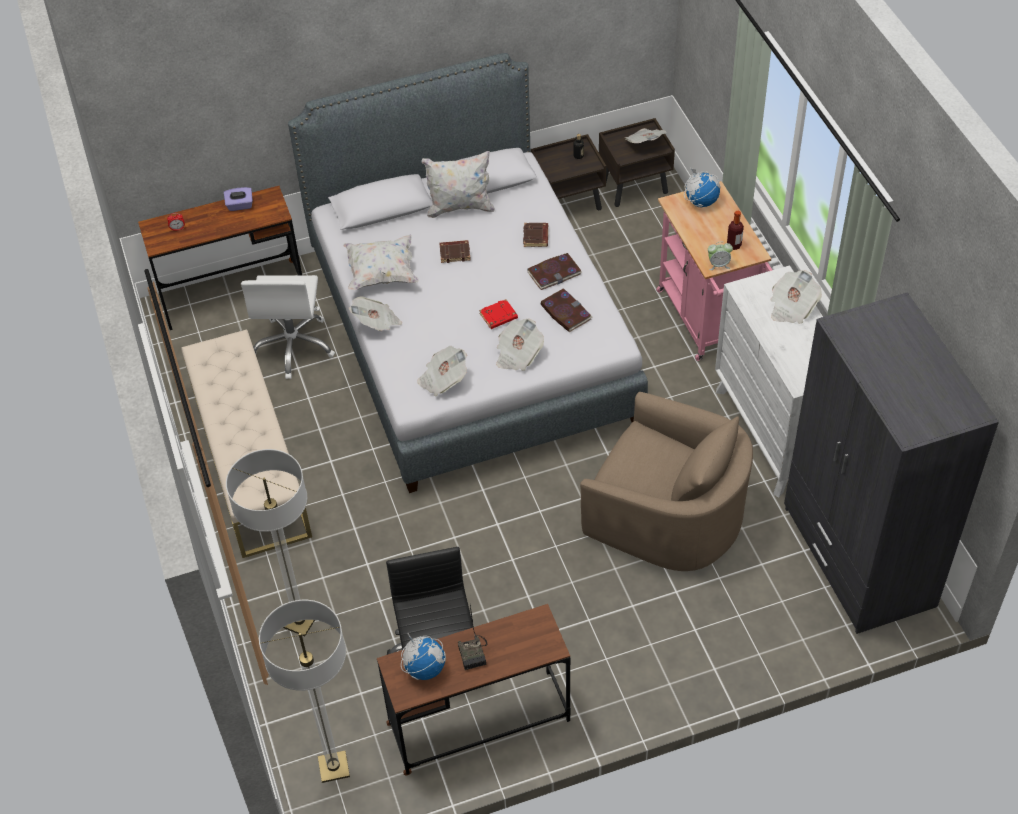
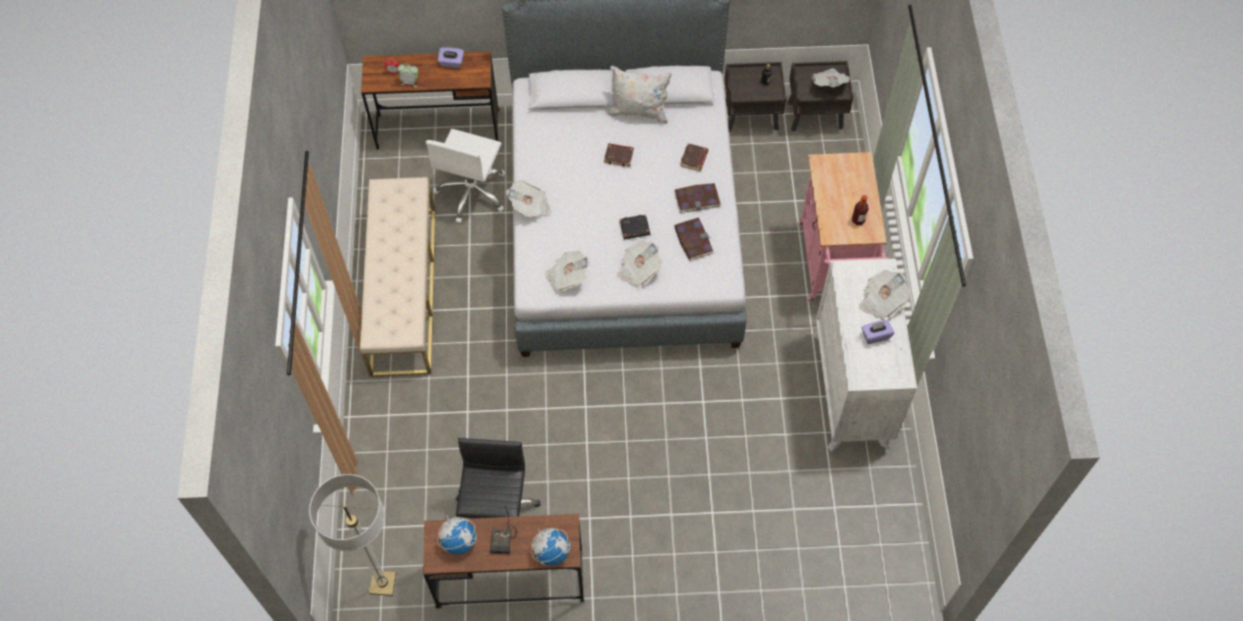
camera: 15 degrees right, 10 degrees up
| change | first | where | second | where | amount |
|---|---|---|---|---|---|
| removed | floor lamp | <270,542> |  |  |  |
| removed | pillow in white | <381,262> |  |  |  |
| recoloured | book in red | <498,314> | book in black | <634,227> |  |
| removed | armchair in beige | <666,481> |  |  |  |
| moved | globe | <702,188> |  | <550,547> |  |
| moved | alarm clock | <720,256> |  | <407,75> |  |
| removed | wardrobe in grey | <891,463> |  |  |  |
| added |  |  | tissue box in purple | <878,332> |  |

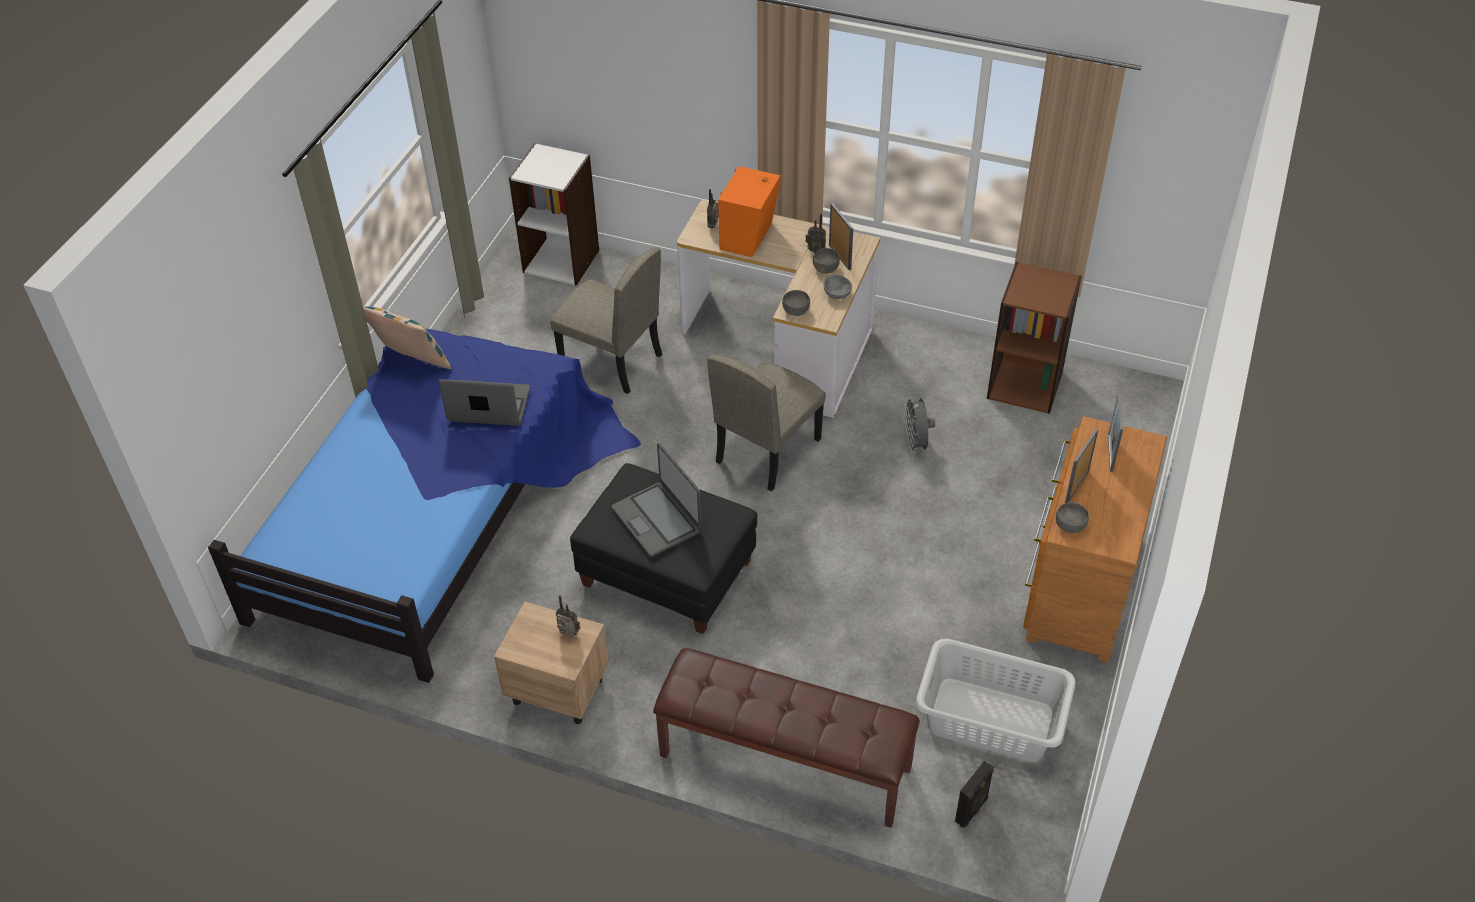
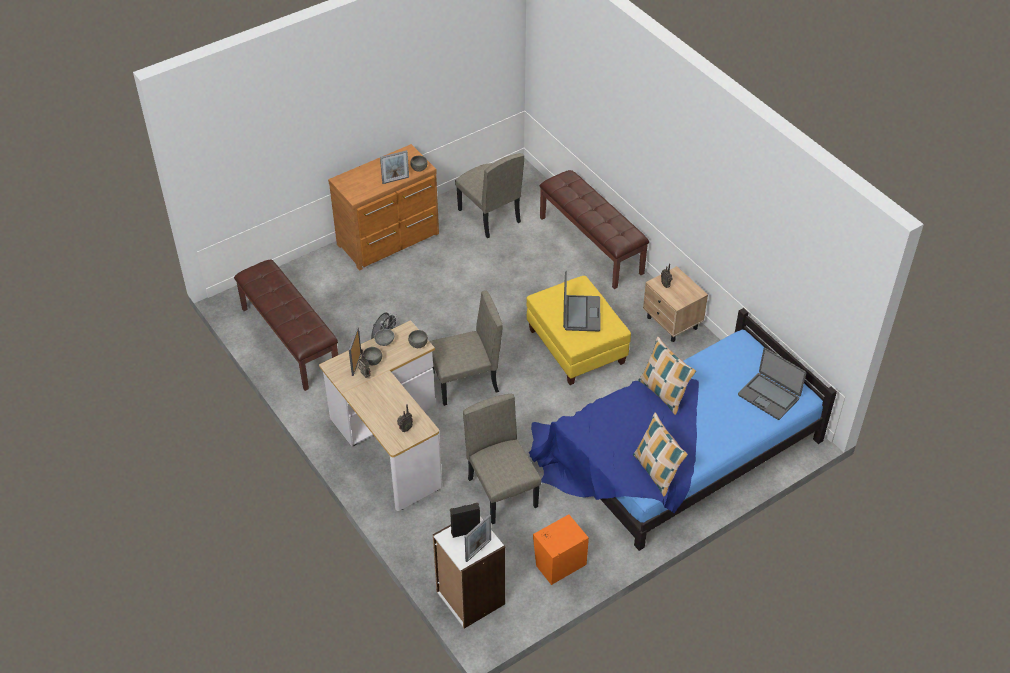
camera: 145 degrees left, 0 degrees up
| change | first | where | second | where | amount |
|---|---|---|---|---|---|
| moved | laptop | <484,402> |  | <772,384> |  |
| recoloured | ottoman in black | <663,548> | ottoman in yellow | <579,330> |  |
| moved | speaker in orange | <749,211> |  | <561,549> |  |
| replaced | laundry basket in grey | <995,700> | chair in beige | <489,195> |  |
| moved | speaker in black | <974,794> |  | <465,520> |  |
| replaced | bookcase in brown | <1034,338> | bench in brown | <286,325> |  |
| moved | picture frame | <1115,432> |  | <478,538> |  |
| added |  |  | pillow | <667,376> |  |

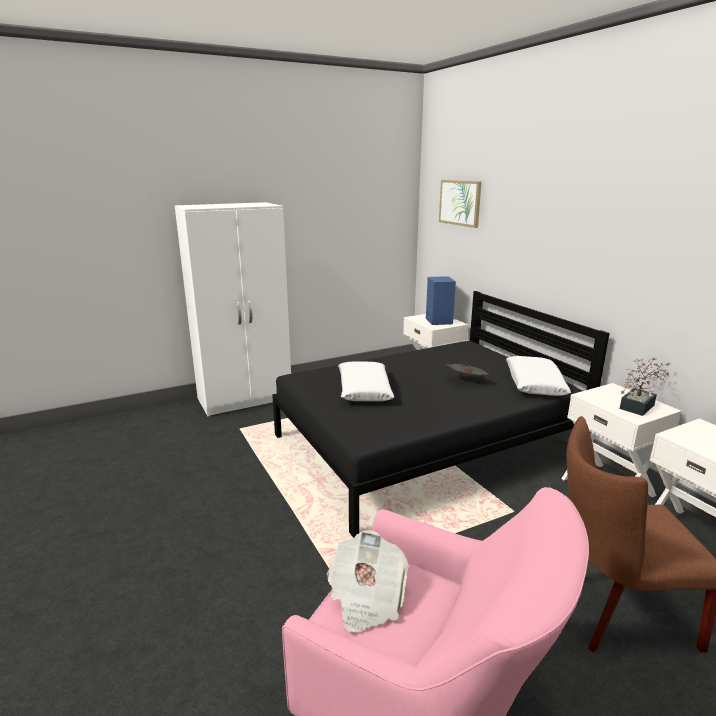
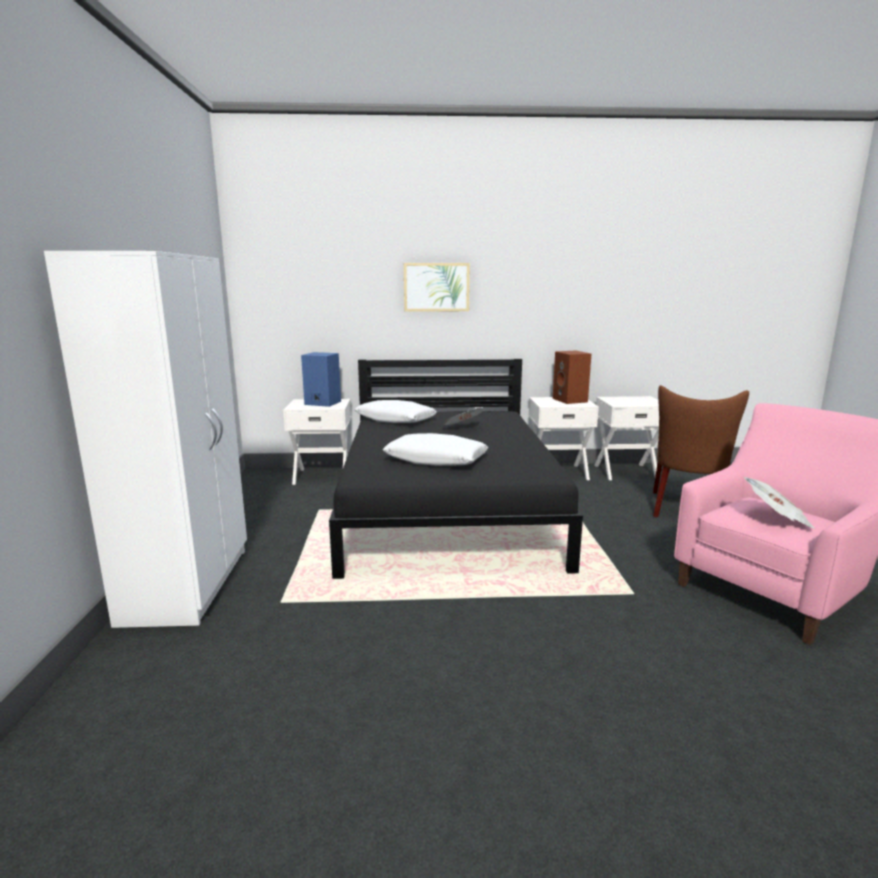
camera: 65 degrees left, 5 degrees down
| change | first | where | second | where | amount |
|---|---|---|---|---|---|
| moved | picture | <460,204> |  | <437,287> |  |
| moved | pillow in white | <538,376> |  | <396,411> |  |
| replaced | potted plant | <645,386> | speaker in brown | <572,377> |  |

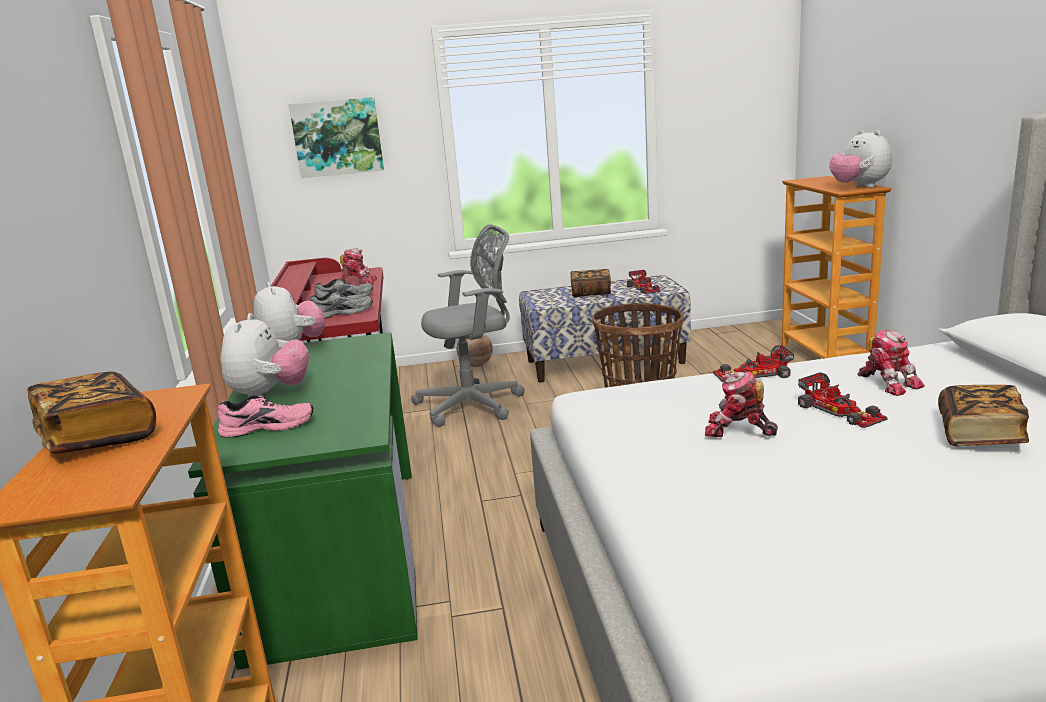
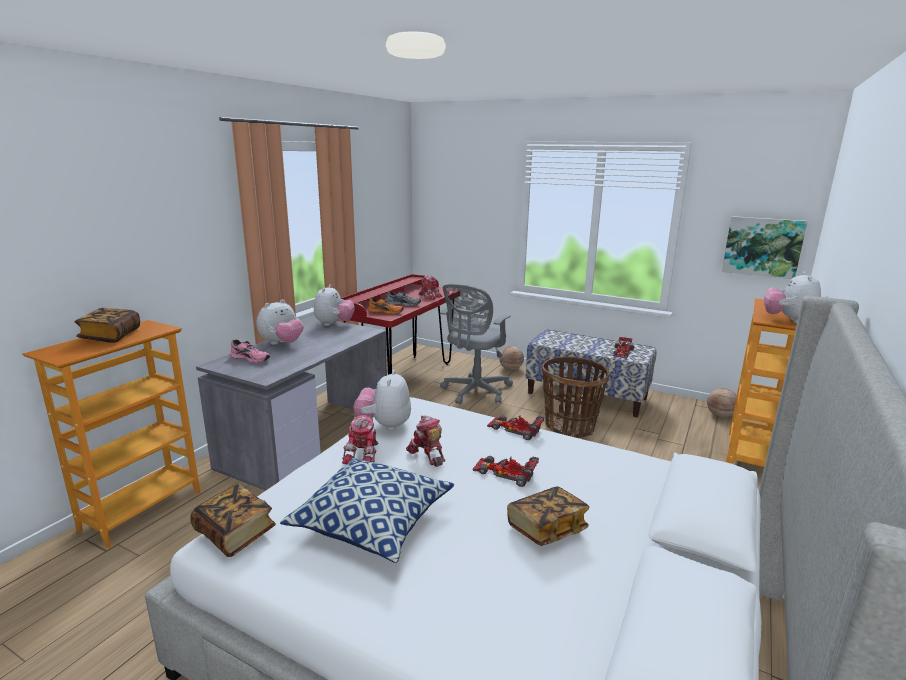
camera: 35 degrees right, 0 degrees up
| change | first | where | second | where | amount |
|---|---|---|---|---|---|
| recoloured | desk in green | <303,501> | desk in grey | <291,406> |  |
| moved | picture | <336,137> |  | <764,247> |  |
| recoloured | shoe in grey | <341,305> | shoe in orange | <386,306> |  |
| turned | office chair in grey | <468,325> |  | <476,344> | 105 degrees clockwise |
| moved | book | <591,283> |  | <233,520> |  |
| turned | toy car | <843,400> |  | <505,471> | 105 degrees clockwise |
| moved | toy robot | <891,363> |  | <360,439> |  |
| added |  |  | pillow | <367,510> |  |
| added |  |  | plush toy | <382,400> |  |
| added |  |  | basketball | <722,403> |  |

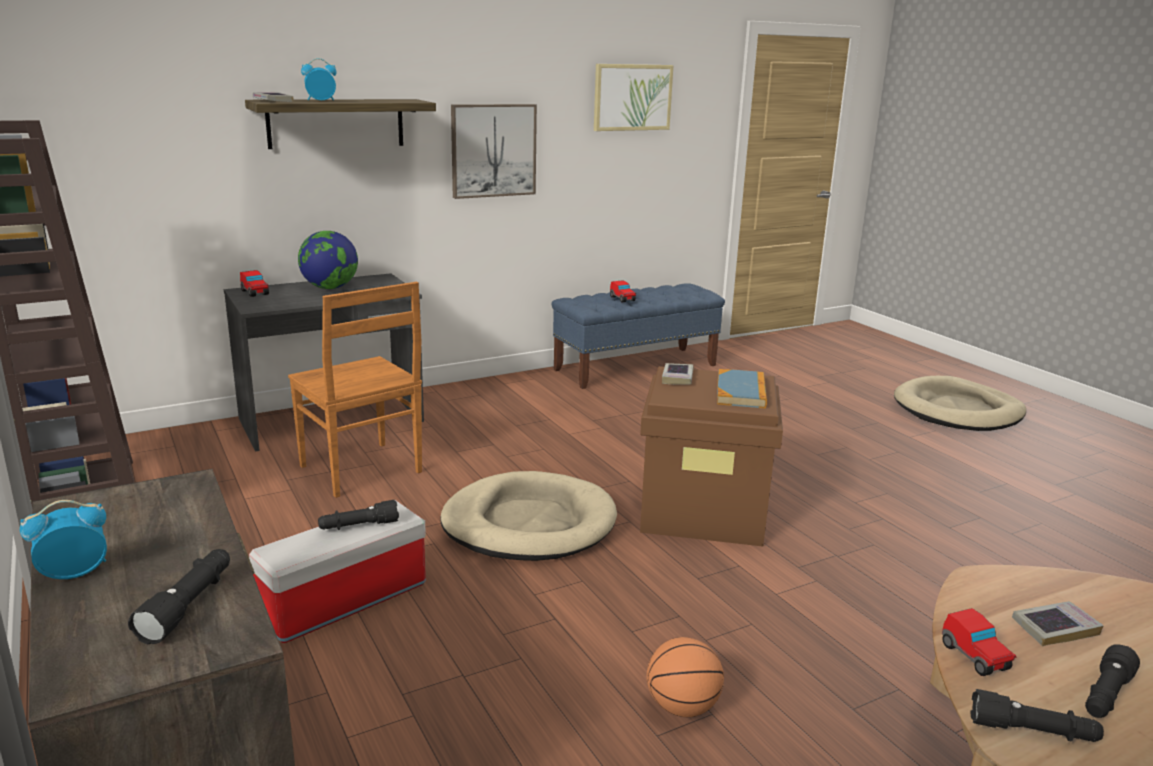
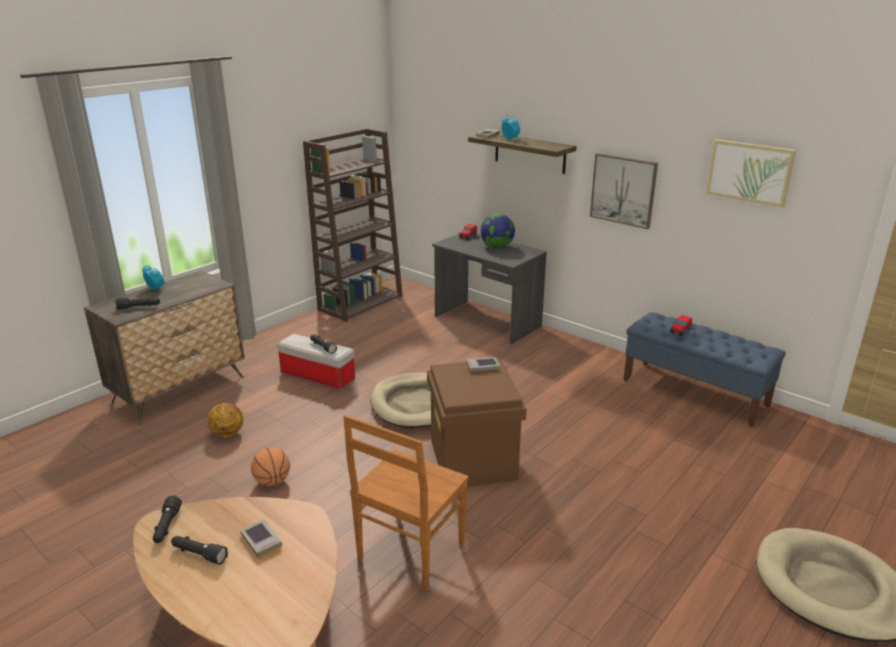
camera: 70 degrees right, 5 degrees up
| change | first | where | second | where | amount |
|---|---|---|---|---|---|
| moved | chair in brown | <355,390> |  | <406,503> |  |
| removed | book | <742,388> |  |  |  |
| removed | toy car | <979,642> |  |  |  |
| added |  |  | basketball | <225,420> |  |

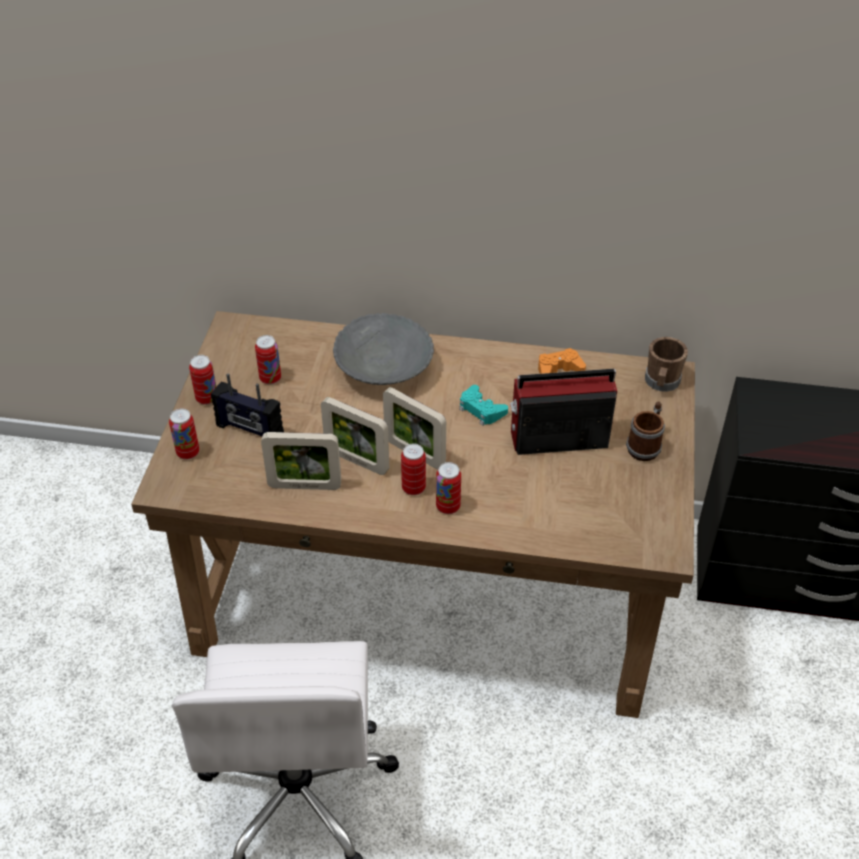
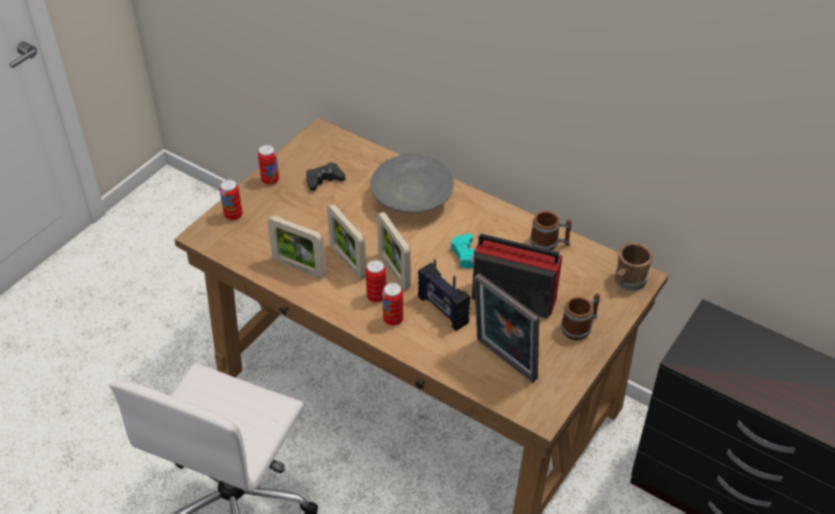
camera: 25 degrees right, 0 degrees up
| change | first | where | second | where | amount |
|---|---|---|---|---|---|
| moved | radio | <247,404> |  | <444,295> |  |
| replaced | can | <268,360> | game controller in black | <325,176> |  |
| replaced | game controller in orange | <562,361> | mug | <551,230> |  |
| added |  |  | picture frame | <506,328> |  |

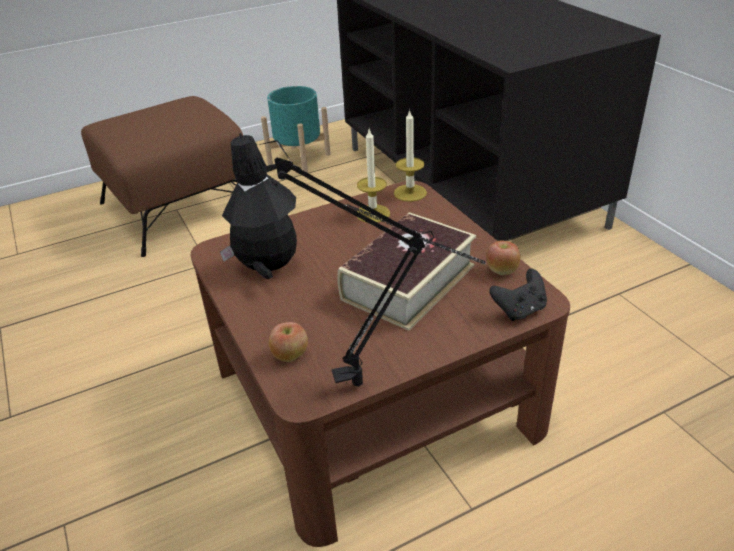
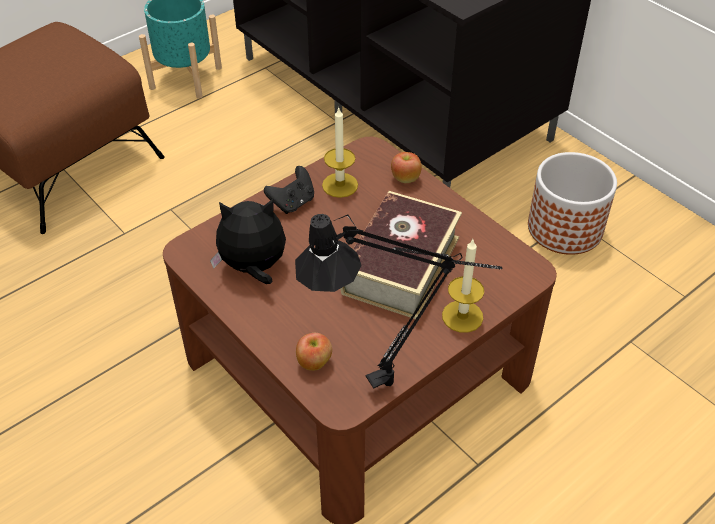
camera: 15 degrees left, 10 degrees up
| change | first | where | second | where | amount |
|---|---|---|---|---|---|
| moved | candle | <410,155> |  | <463,286> |  |
| moved | apple | <503,257> |  | <406,167> |  |
| moved | game controller in black | <518,295> |  | <289,190> |  |
| added |  |  | planter | <572,203> |  |

